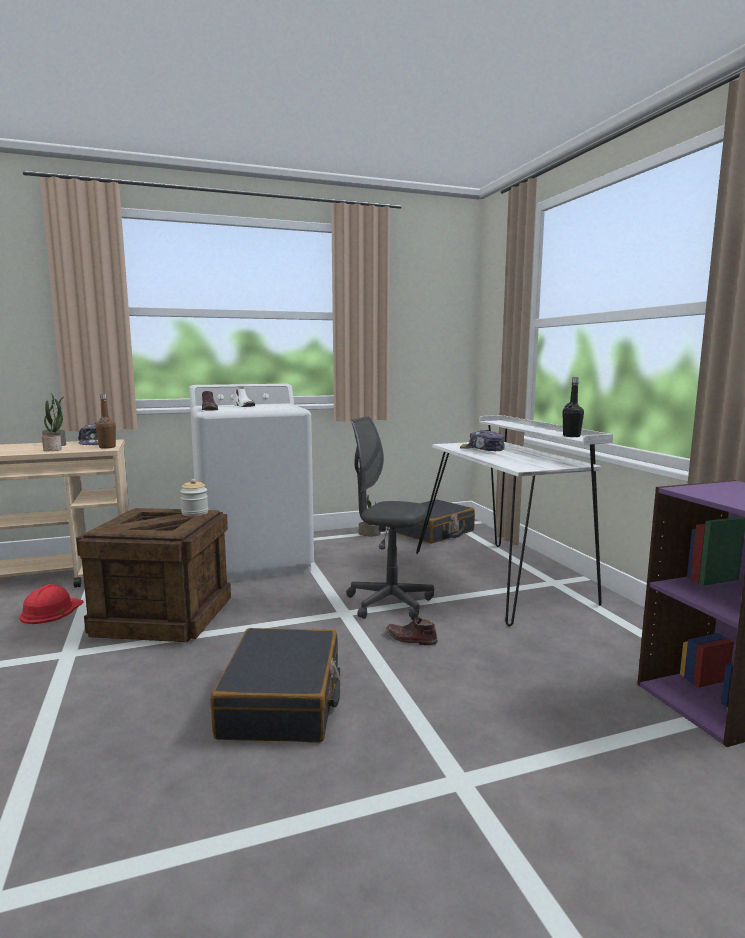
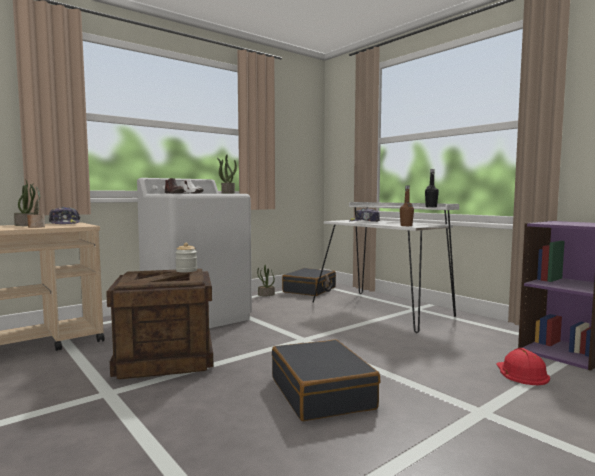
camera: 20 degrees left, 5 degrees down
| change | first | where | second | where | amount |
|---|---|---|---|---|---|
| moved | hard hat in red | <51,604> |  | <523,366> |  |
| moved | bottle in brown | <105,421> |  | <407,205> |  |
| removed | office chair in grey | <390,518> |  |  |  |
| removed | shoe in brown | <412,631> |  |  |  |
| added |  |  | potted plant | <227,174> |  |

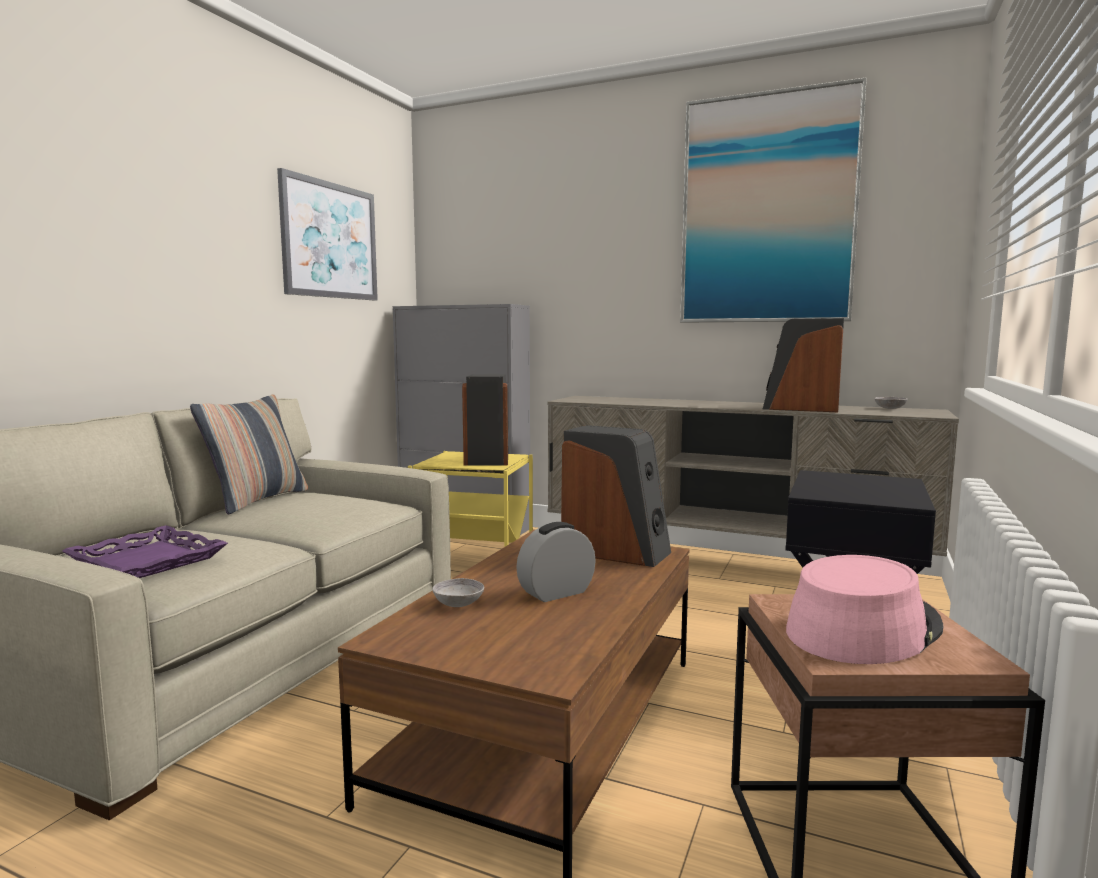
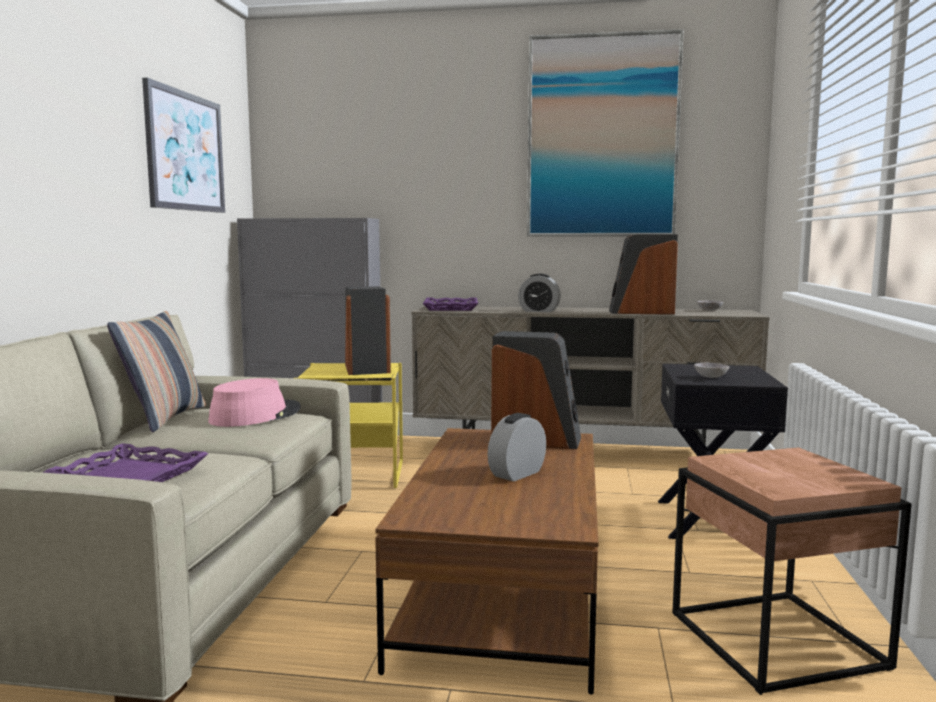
camera: 15 degrees left, 0 degrees up
| change | first | where | second | where | amount |
|---|---|---|---|---|---|
| moved | bowl in grey | <458,592> |  | <712,370> |  |
| moved | hat in pink | <864,609> |  | <254,402> |  |
| added |  |  | tray in purple | <450,304> |  |
| added |  |  | alarm clock | <539,293> |  |

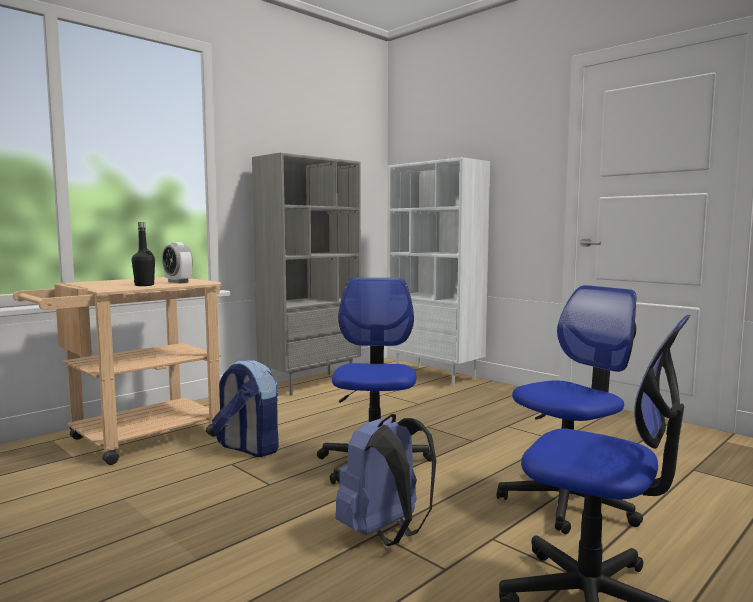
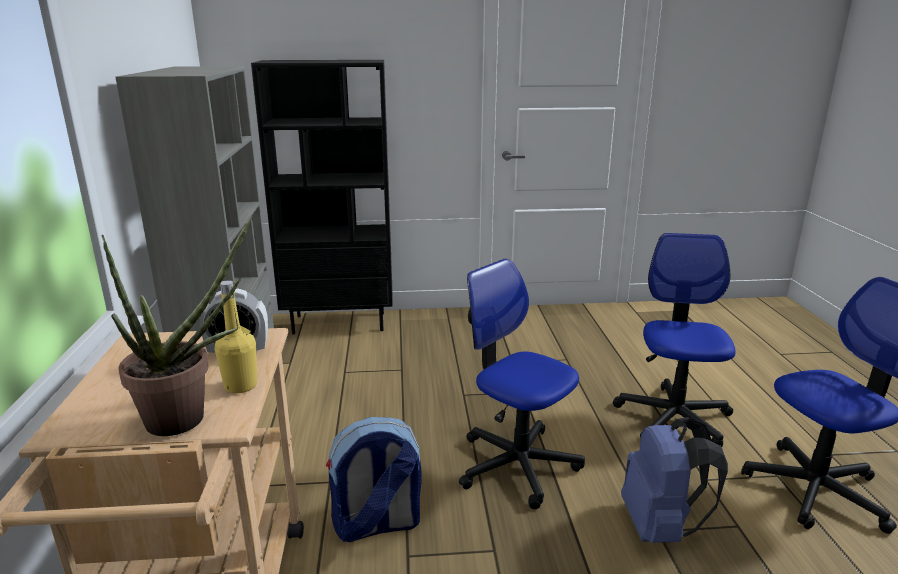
camera: 50 degrees left, 15 degrees up
| change | first | where | second | where | amount |
|---|---|---|---|---|---|
| recoloured | bottle in black | <143,254> | bottle in yellow | <236,336> |  |
| recoloured | bookcase in white | <439,271> | bookcase in black | <321,197> |  |
| added |  |  | potted plant | <176,326> |  |

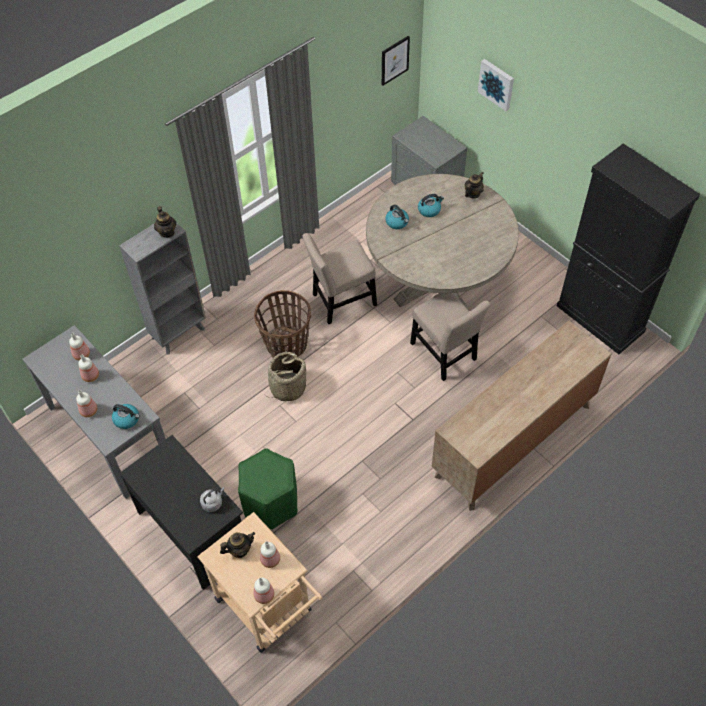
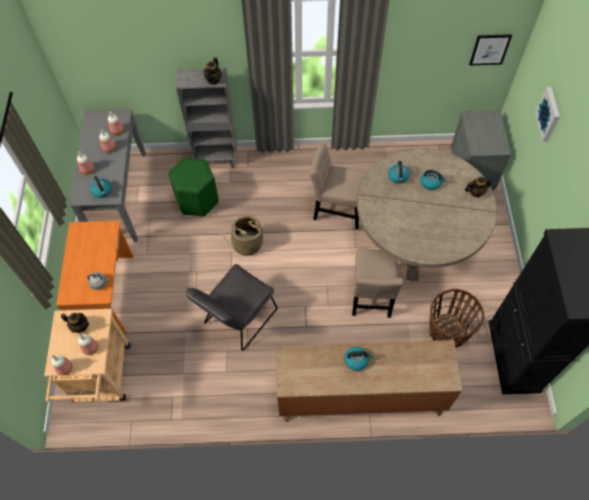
camera: 40 degrees right, 5 degrees up
| change | first | where | second | where | amount |
|---|---|---|---|---|---|
| recoloured | desk in black | <181,512> | desk in orange | <94,277> |  |
| moved | stool in green | <267,488> |  | <193,187> |  |
| moved | basket | <282,324> |  | <456,318> |  |
| added |  |  | chair in grey | <231,307> |  |
| added |  |  | kettle | <358,359> |  |

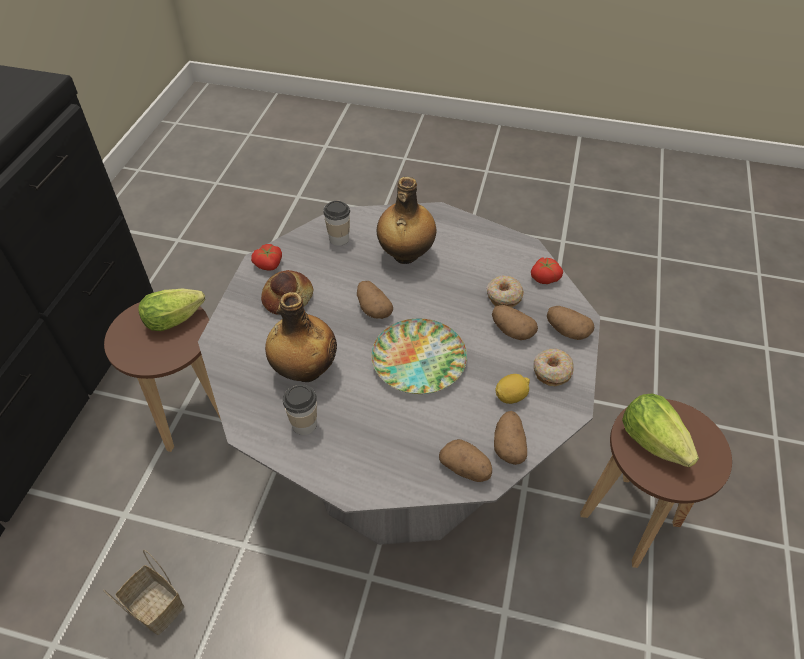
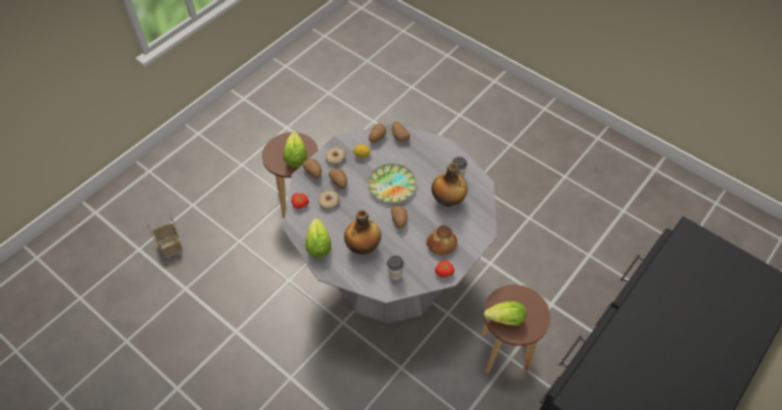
camera: 155 degrees left, 5 degrees up
| change | first | where | second | where | amount |
|---|---|---|---|---|---|
| moved | basket | <143,592> |  | <164,236> |  |
| added |  |  | lettuce | <318,238> |  |

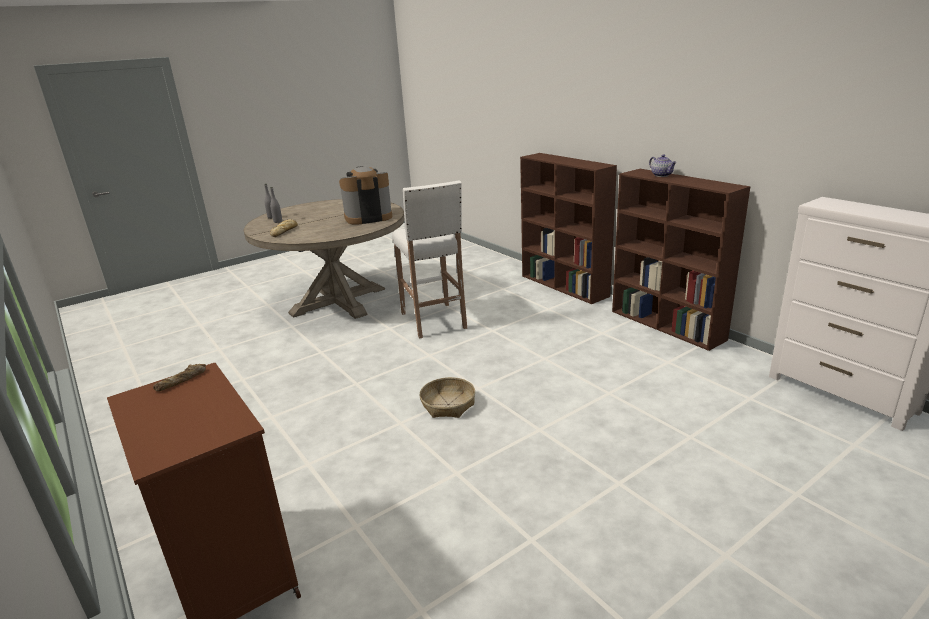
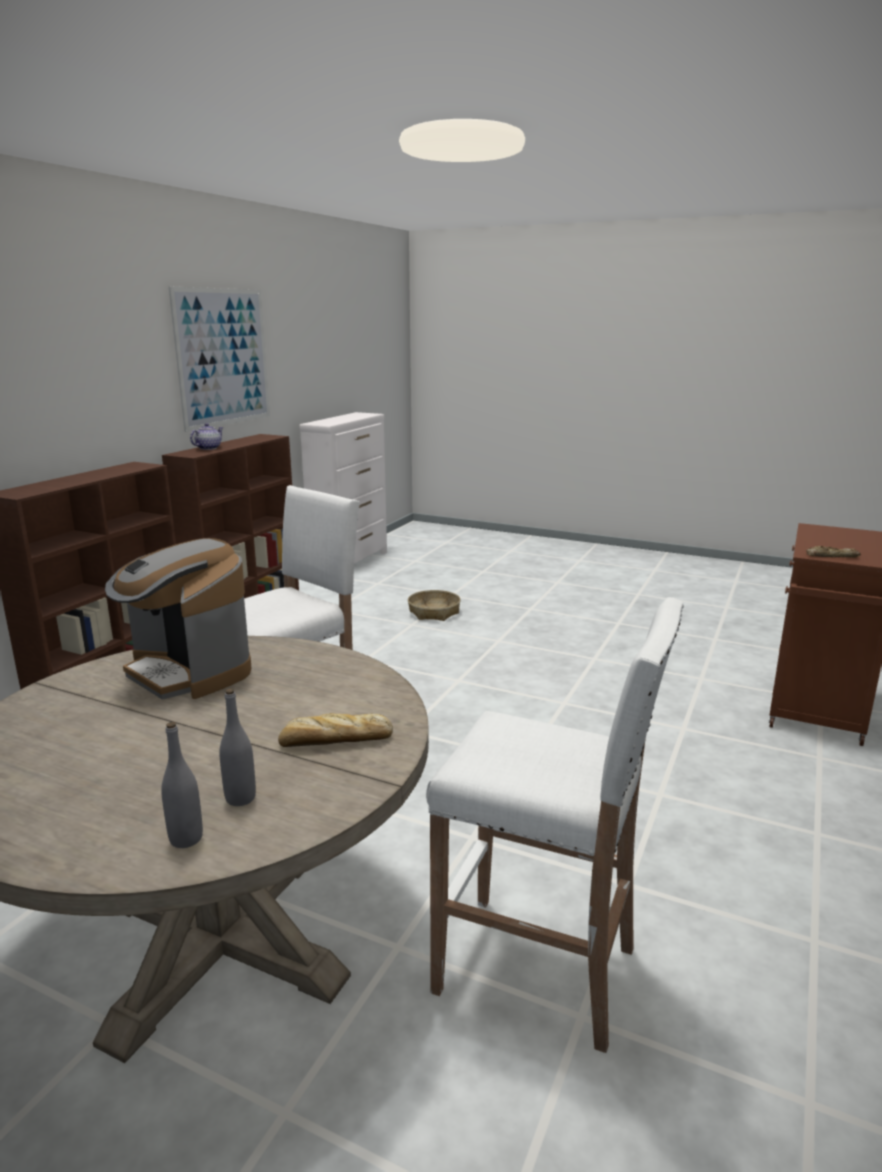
camera: 120 degrees left, 5 degrees down
| change | first | where | second | where | amount |
|---|---|---|---|---|---|
| moved | basket | <447,397> |  | <434,605> |  |
| added |  |  | picture | <219,359> |  |
| added |  |  | stool in white | <555,825> |  |

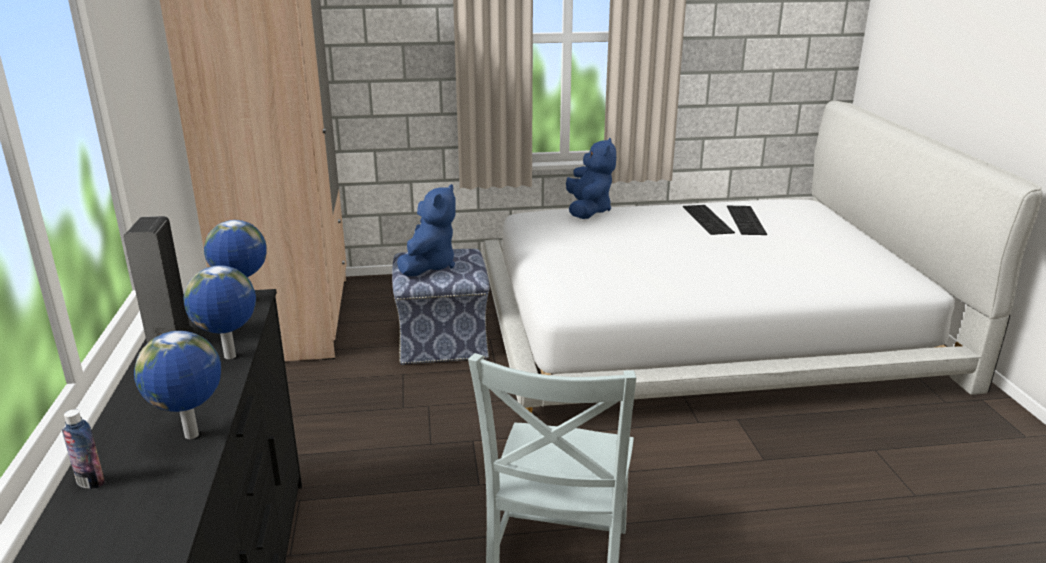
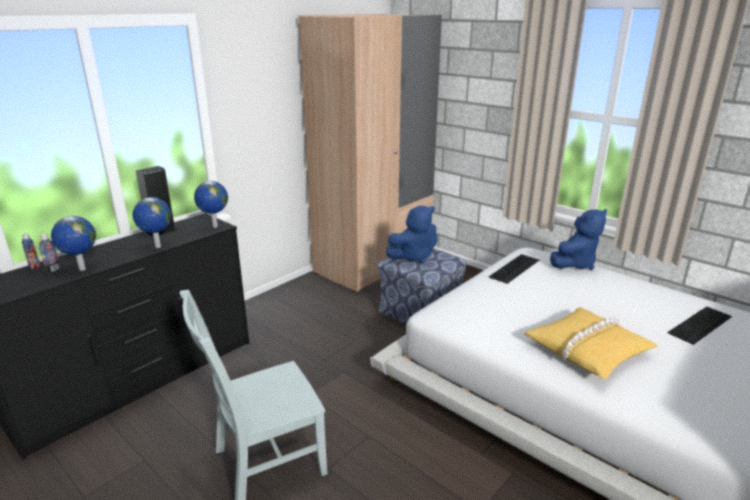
camera: 50 degrees right, 0 degrees up
| change | first | where | second | where | amount |
|---|---|---|---|---|---|
| moved | keyboard | <709,220> |  | <514,269> |  |
| added |  |  | bottle | <49,253> |  |
| added |  |  | pillow in yellow | <591,343> |  |

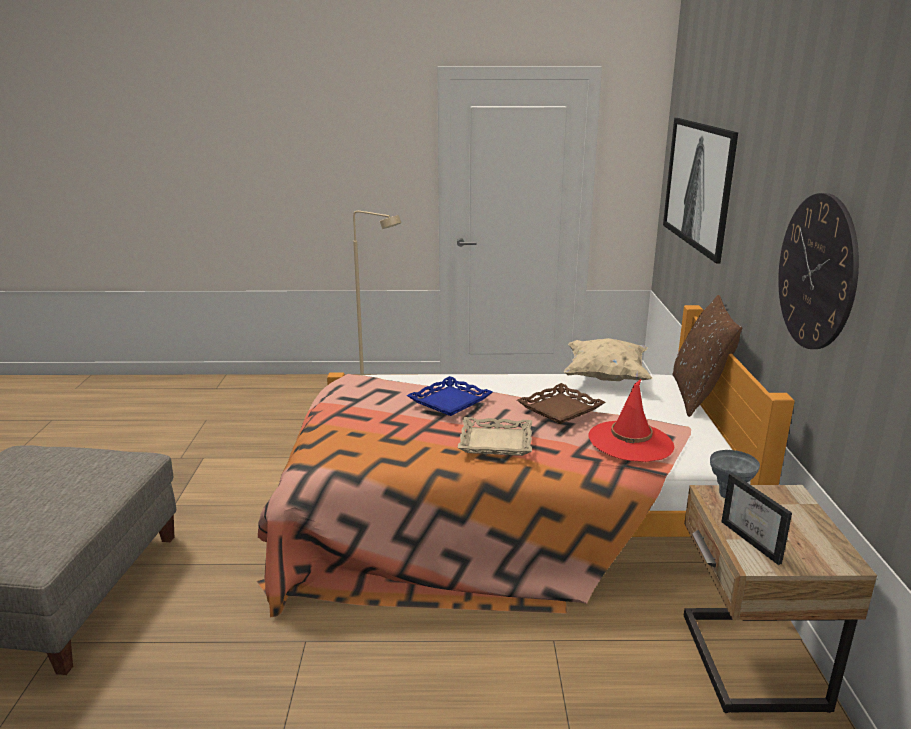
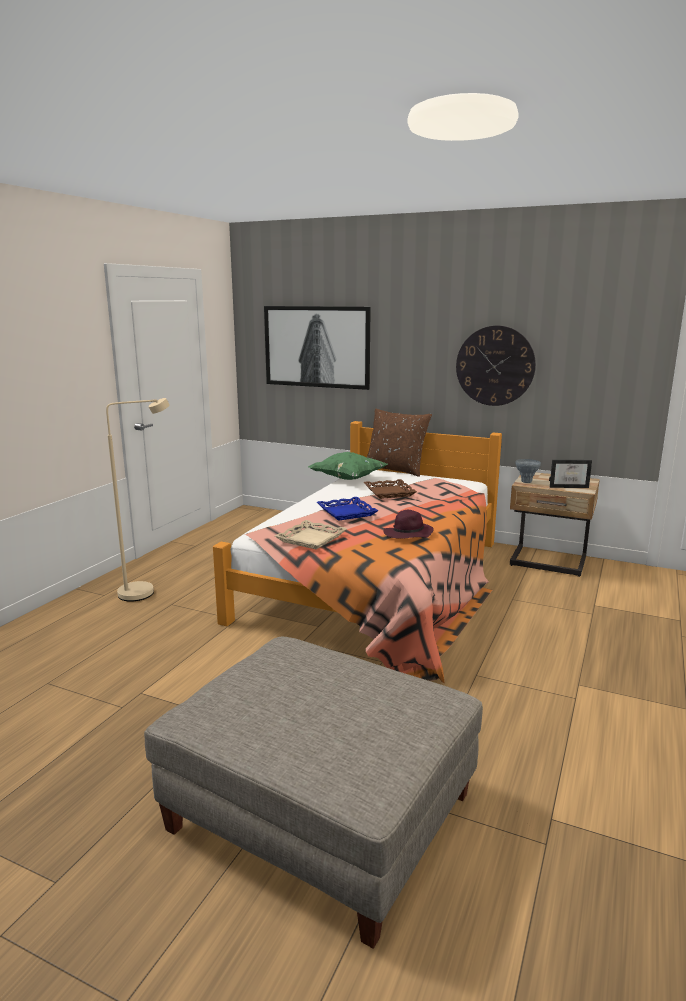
camera: 65 degrees left, 5 degrees down
| change | first | where | second | where | amount |
|---|---|---|---|---|---|
| moved | tray in beige | <495,436> |  | <311,534> |  |
| recoloured | pillow in beige | <608,359> | pillow in green | <348,466> |  |
| removed | hat in red | <631,420> |  |  |  |
| added |  |  | hat in purple | <409,524> |  |

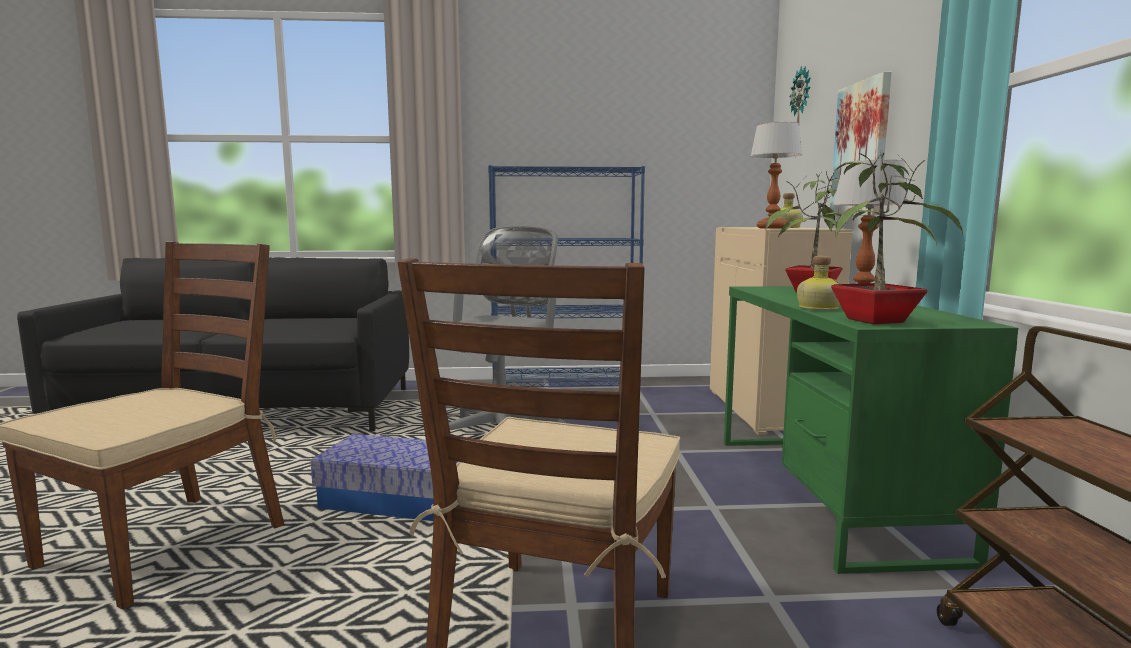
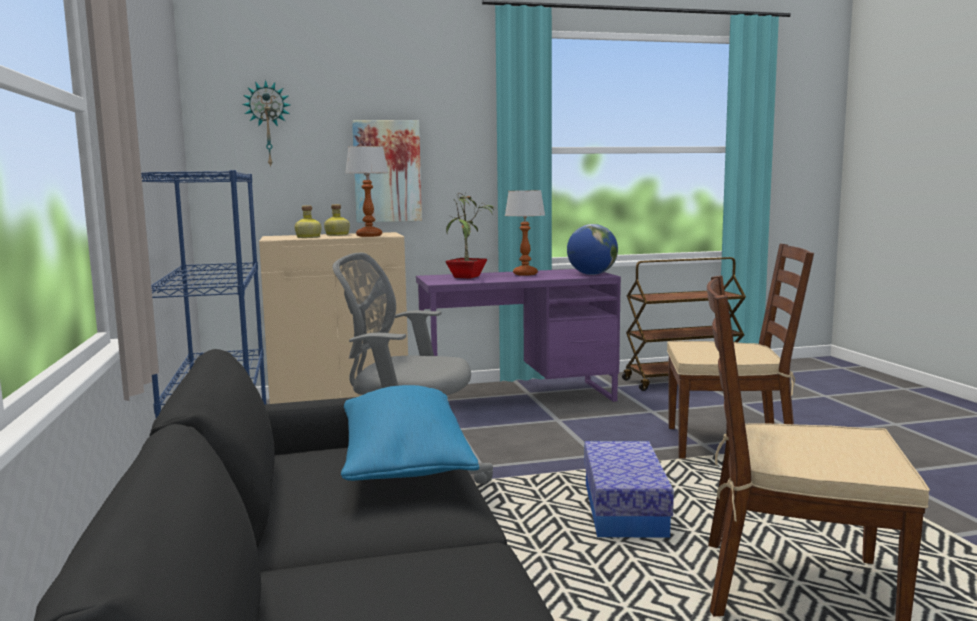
camera: 100 degrees left, 0 degrees up
| change | first | where | second | where | amount |
|---|---|---|---|---|---|
| recoloured | desk in green | <871,430> | desk in purple | <518,335> |  |
| moved | bottle | <819,283> |  | <308,221> |  |
| replaced | potted plant | <897,237> | globe | <592,249> |  |
| added |  |  | pillow in blue | <410,433> |  |

